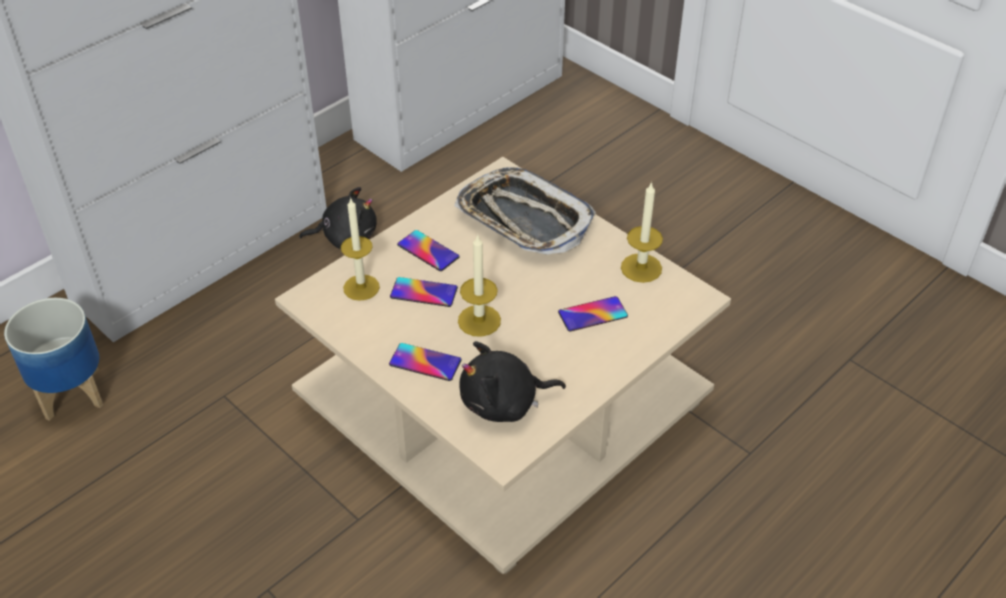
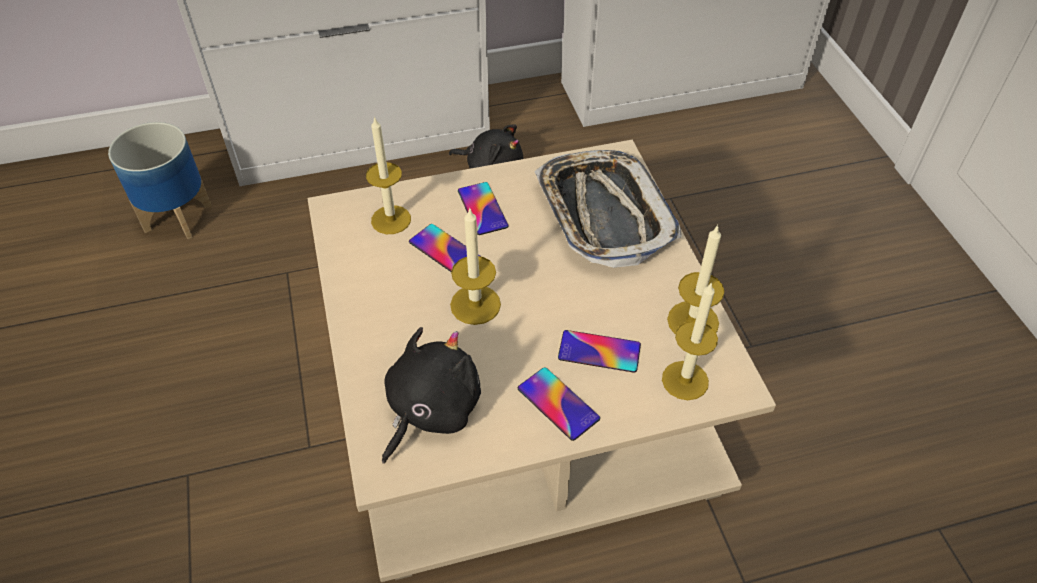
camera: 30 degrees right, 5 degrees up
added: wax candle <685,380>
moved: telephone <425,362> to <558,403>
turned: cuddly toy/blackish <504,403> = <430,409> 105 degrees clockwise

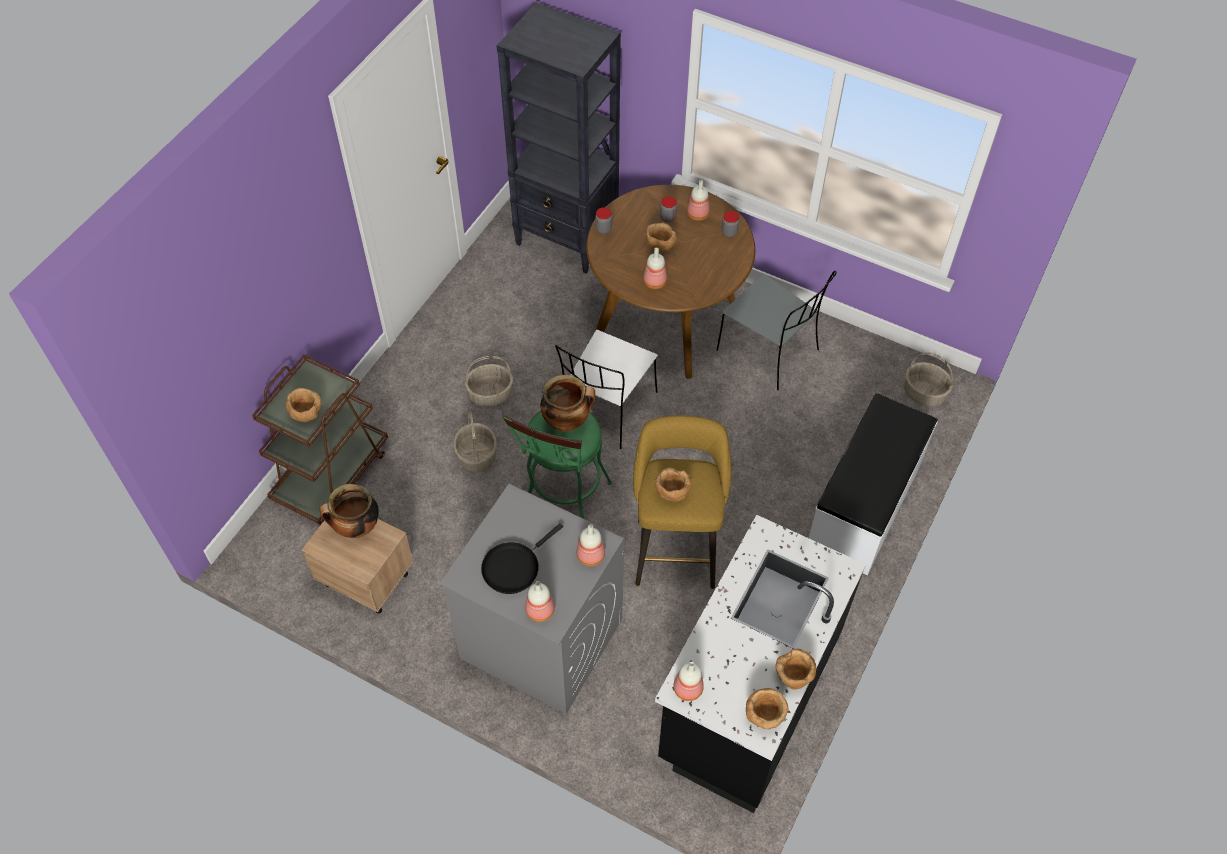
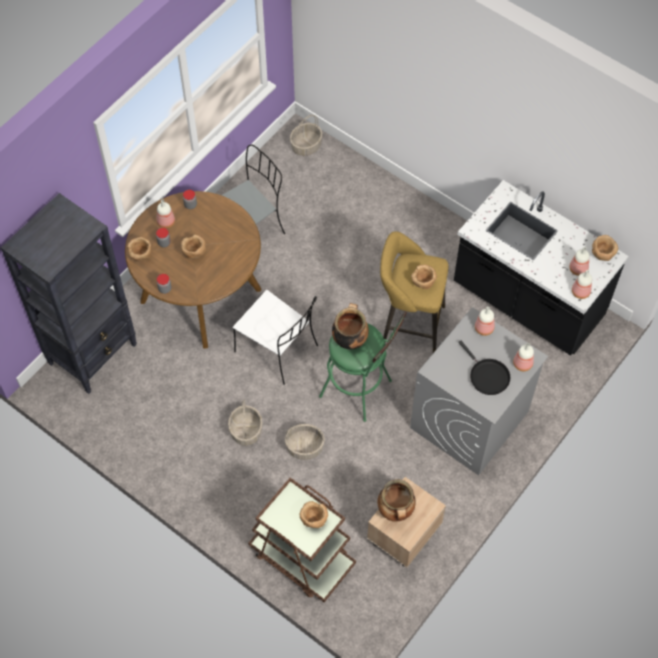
camera: 80 degrees left, 5 degrees up
removed: bench/whitish <866,504>
moved: bottle <655,282> to <578,269>; serving bowl/brown-coloured <793,677> to <141,256>

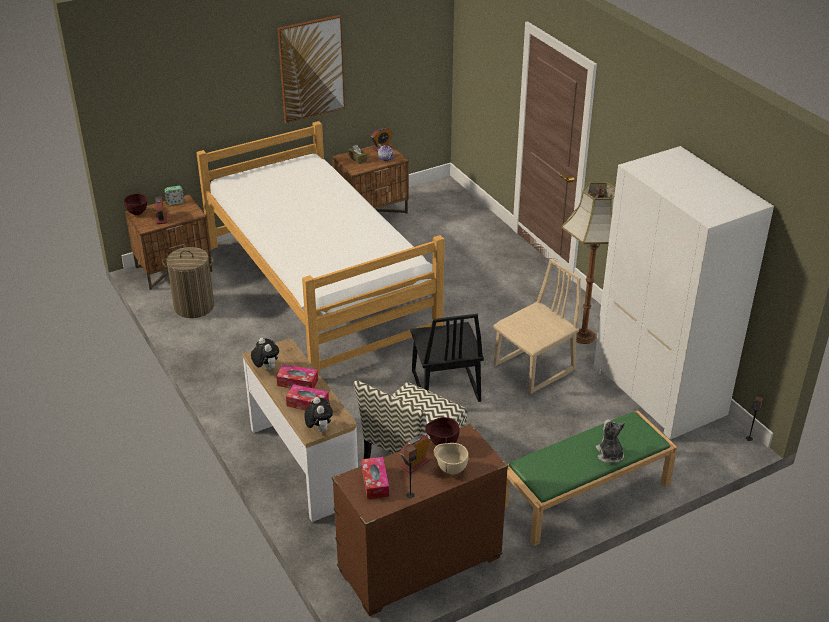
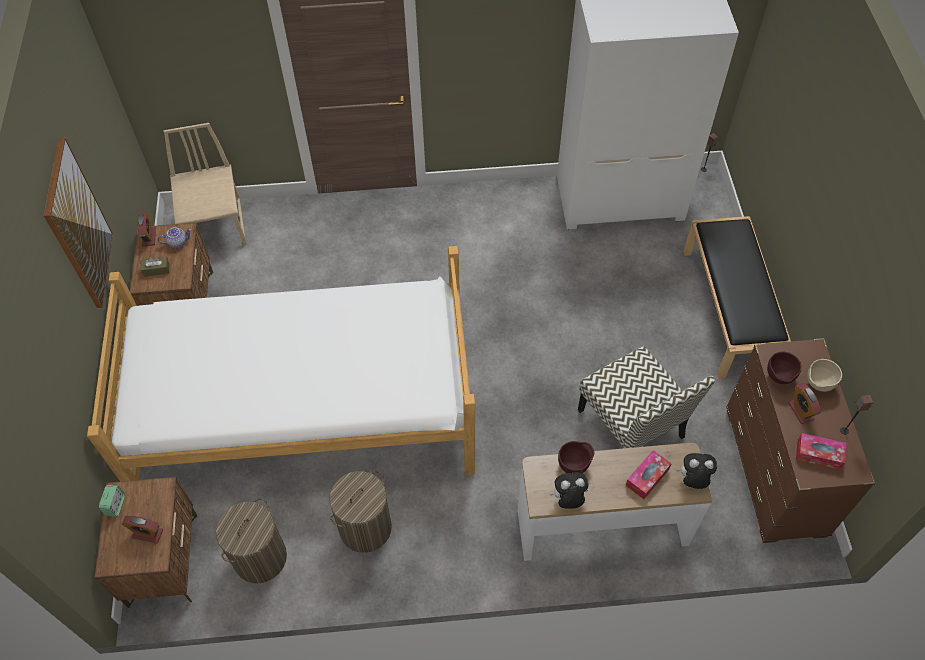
camera: 65 degrees left, 20 degrees up
removed: tissue holder <297,382>; upright chair/blackish <445,387>; floor lamp <584,337>; cuddly toy <609,455>
added: hamper <365,527>
moved: serving bowl/brown-coloured <138,213> to <574,465>; upright chair/beige <534,368> to <216,227>
recoloured: bench/greenish <584,495> to bench/blackish <729,310>

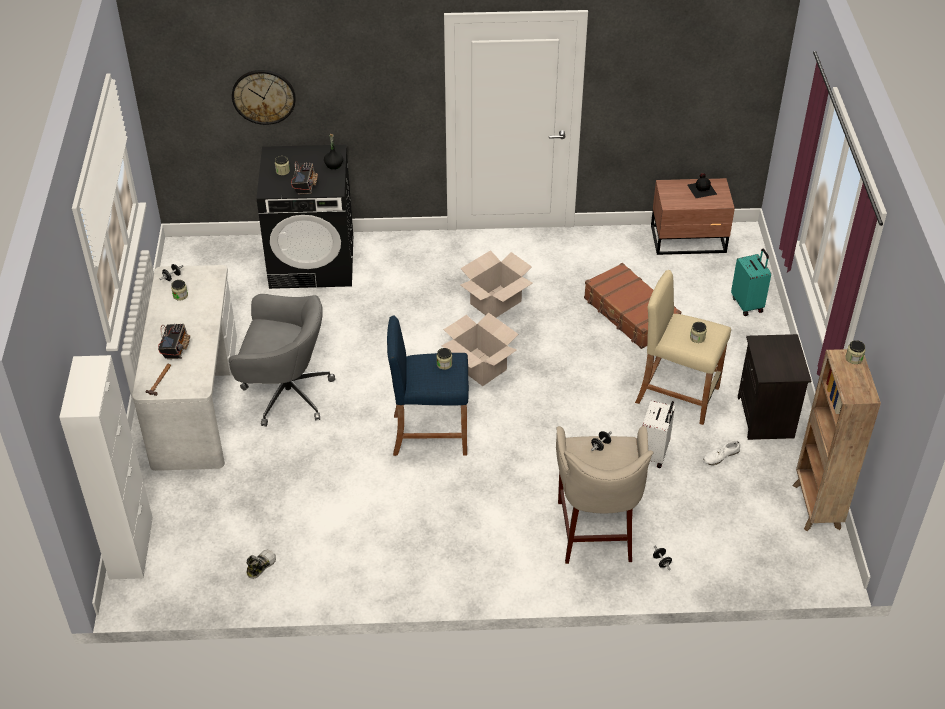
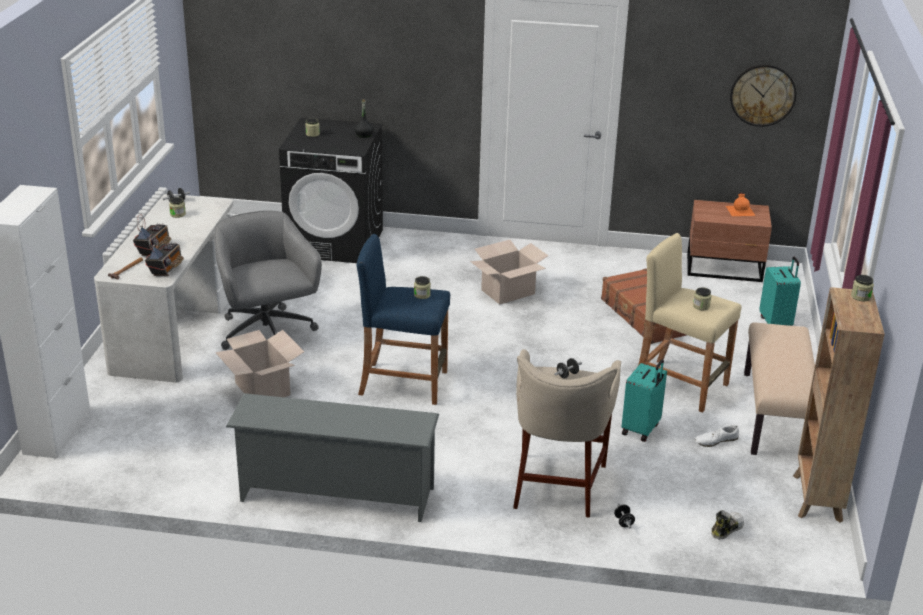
camera: 10 degrees right, 15 degrees down
added: shoe shelf/greyish <335,495>
moved: clock on the wall <263,96> to <762,95>; low shoe <260,566> to <726,529>; radio set <305,186> to <166,269>; carton <480,367> to <263,389>
replaced: bedside table/blackish <767,417> to bench/beige <776,415>
recoloured: suitcase/whitish <654,454> to suitcase/blue-green <641,429>; bottle/blackish <702,189> to bottle/orange-coloured <740,210>
turned: office chair/greyish <285,394> = <267,334> 135 degrees counterclockwise

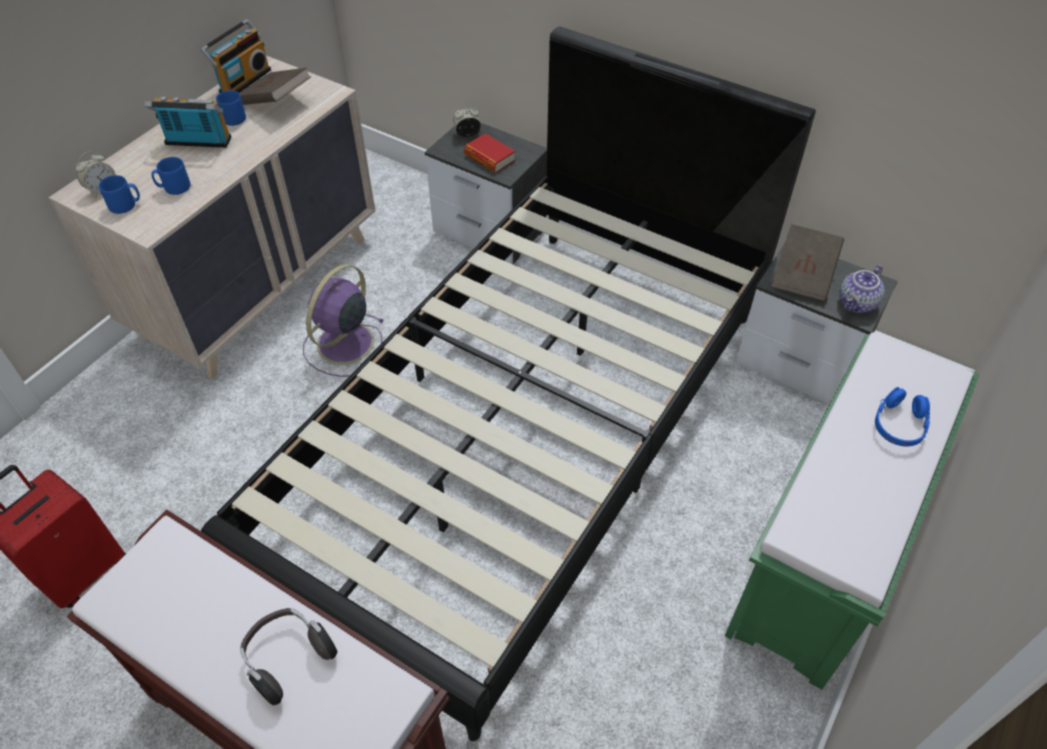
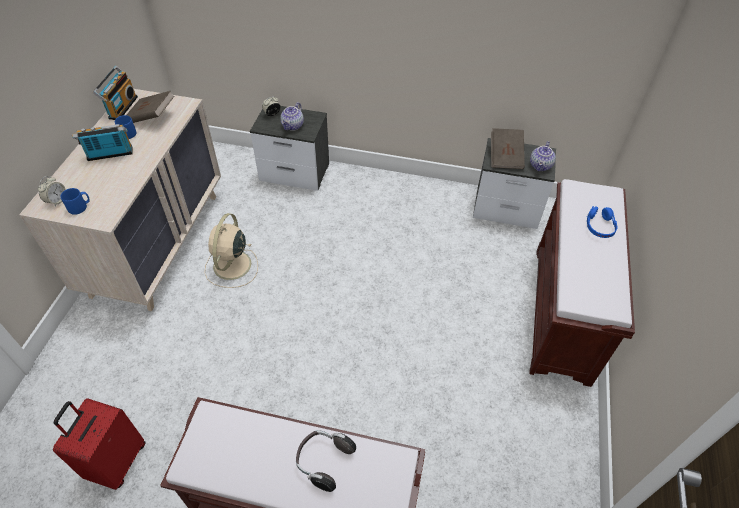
camera: 20 degrees left, 0 degrees up
removed: tea mug/blue <174,187>; sleeping bed/blackish <524,434>
replaced: volume <489,158> to pot for tea <293,126>
recoloured: fan/purple-coloured <343,345> to fan/beige <231,266>; bench/greenish <822,556> to bench/brown-coloured <562,314>

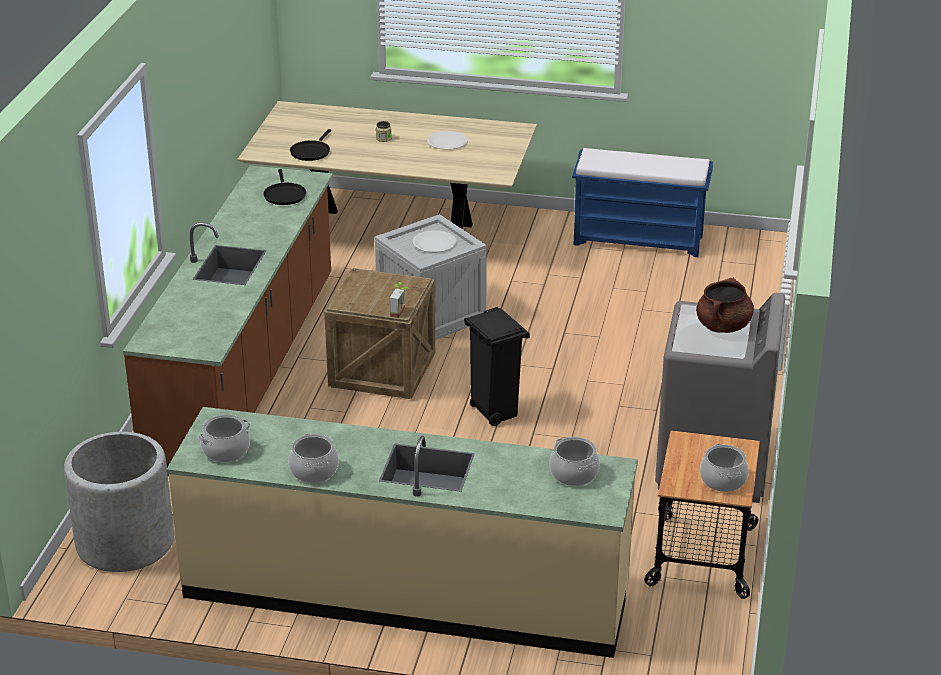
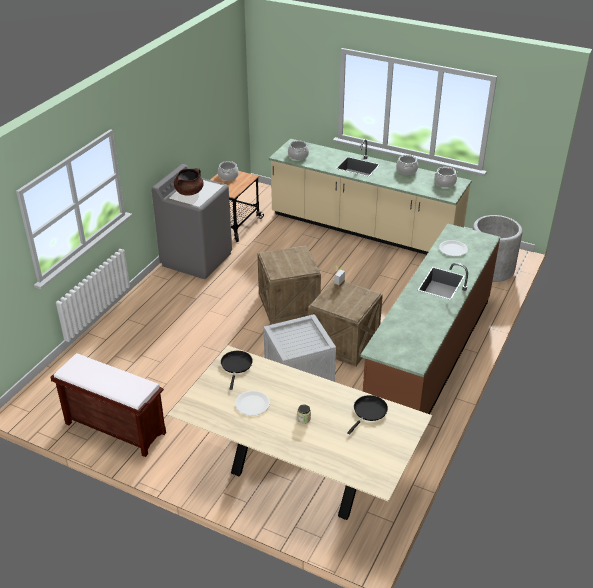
camera: 165 degrees left, 5 degrees up
moved: skillet/blackish <284,195> to <236,366>; plate/whitish <434,243> to <453,249>
replaced: rubbish bin/blackish <494,412> to packing crate <289,305>
recoloured: bench/blue <639,240> to bench/brown-coloured <114,428>

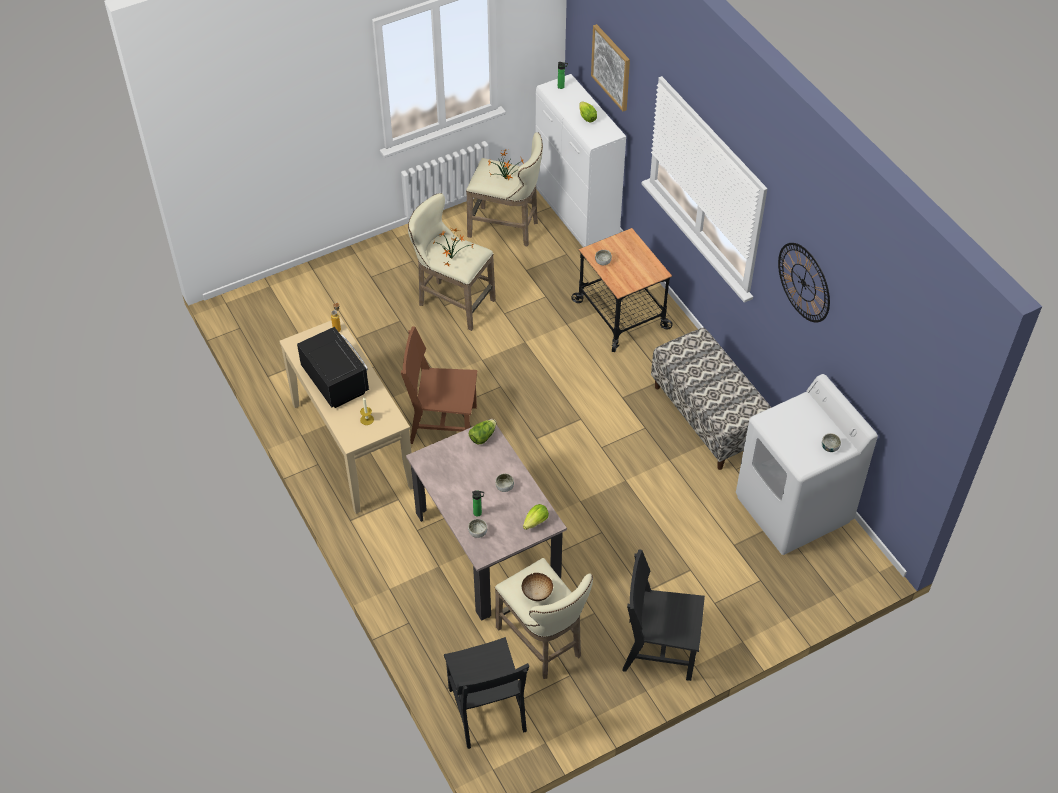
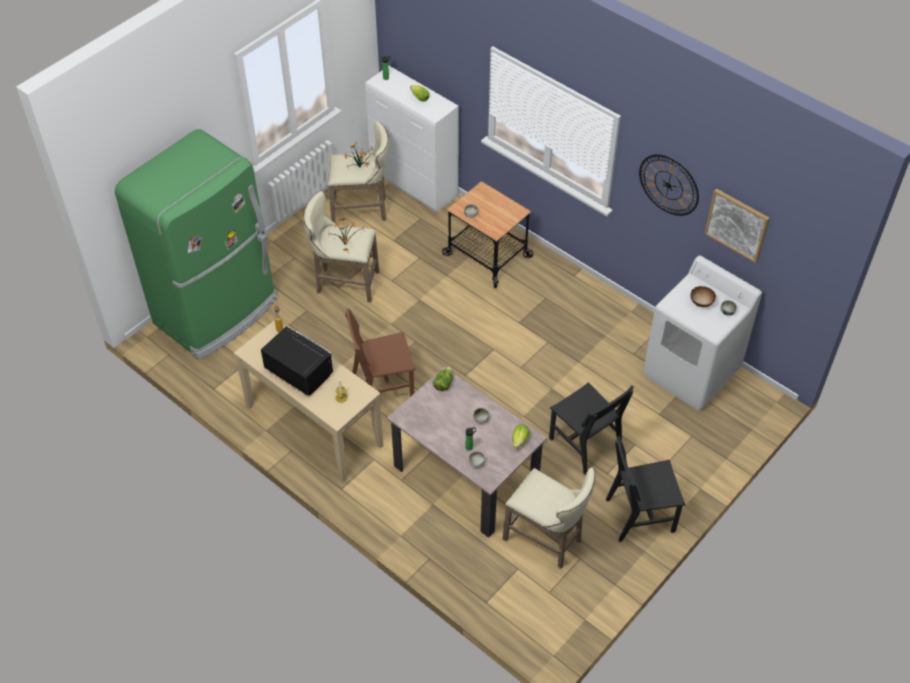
camera: 20 degrees left, 0 degrees up
removed: bench <708,417>
added: refrigerator/greenish <217,311>
moved: upright chair/blackish <486,709> to <585,444>; serving bowl <537,593> to <701,302>; picture <611,67> to <737,224>

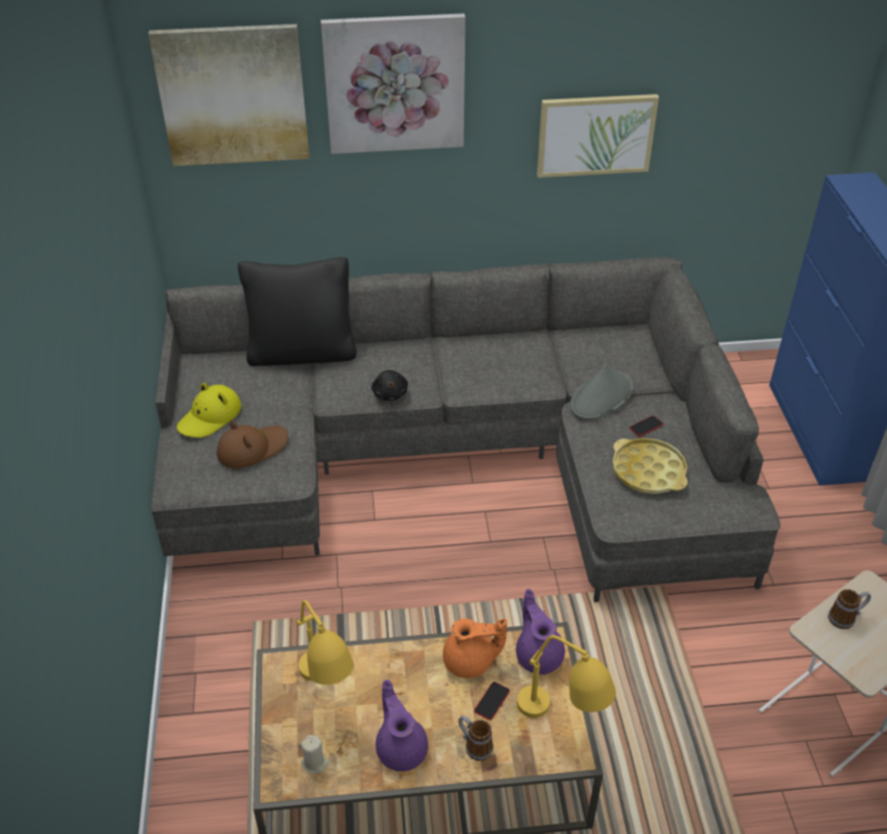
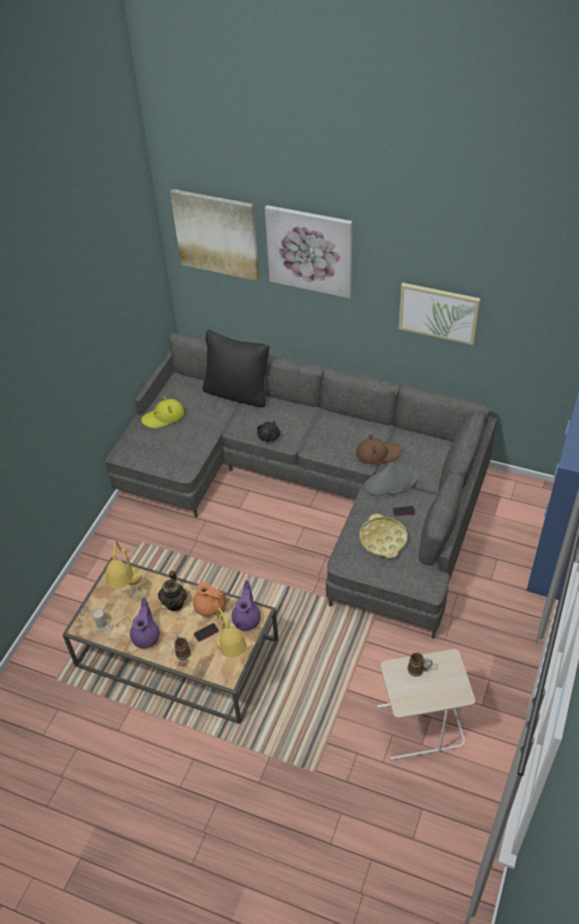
camera: 30 degrees right, 5 degrees up
added: pot for tea <174,603>
moved: clothing hat/brown-coloured <252,448> to <378,453>

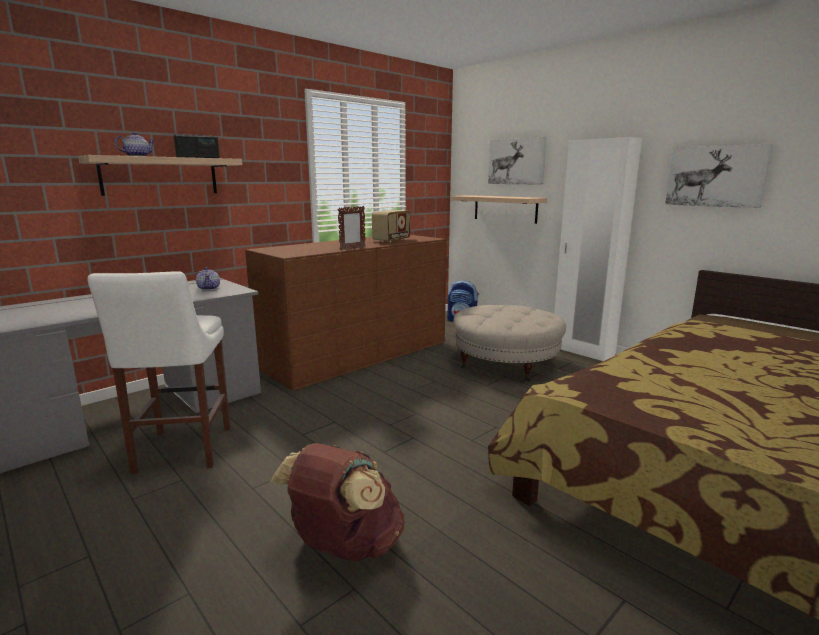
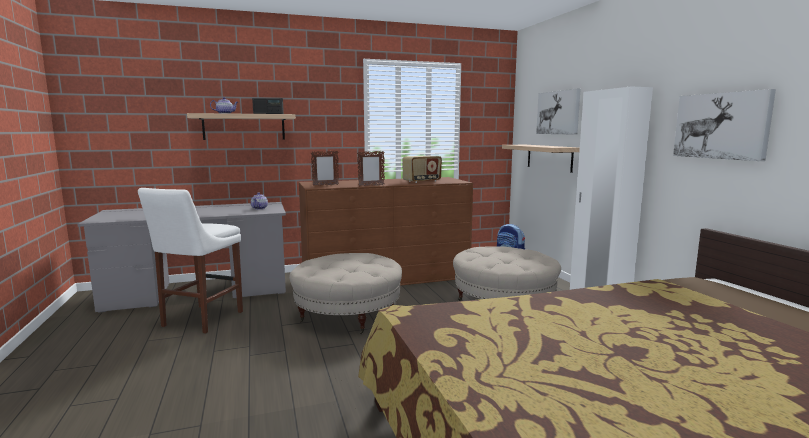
camera: 25 degrees right, 5 degrees down
removed: rucksack/brown-coloured <344,547>
added: ottoman/beige <348,314>; picture frame <325,185>

